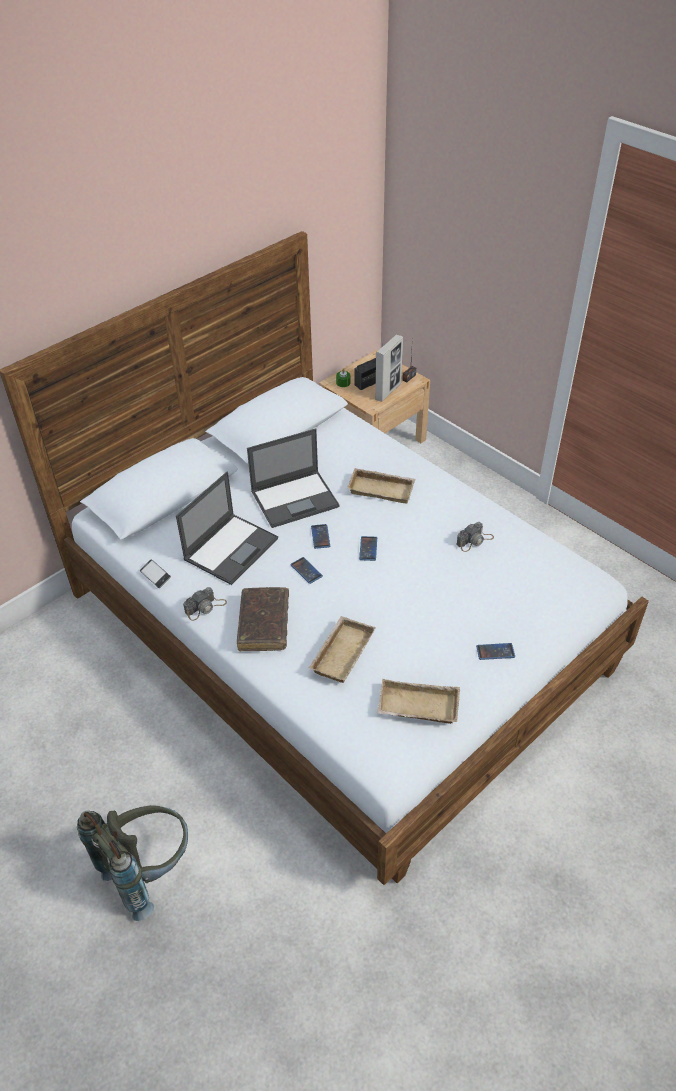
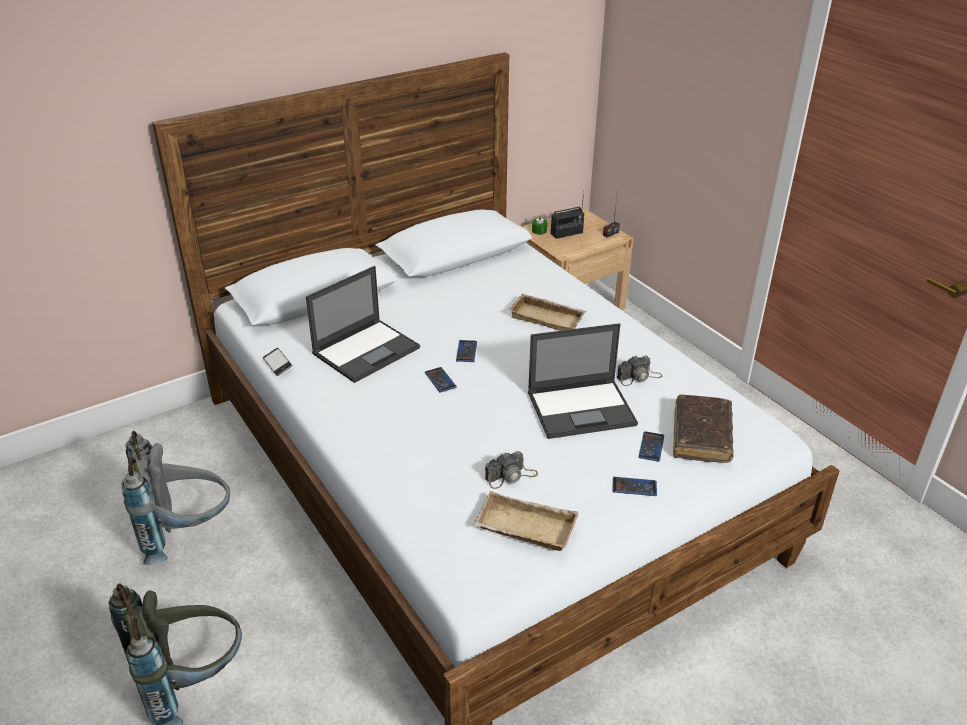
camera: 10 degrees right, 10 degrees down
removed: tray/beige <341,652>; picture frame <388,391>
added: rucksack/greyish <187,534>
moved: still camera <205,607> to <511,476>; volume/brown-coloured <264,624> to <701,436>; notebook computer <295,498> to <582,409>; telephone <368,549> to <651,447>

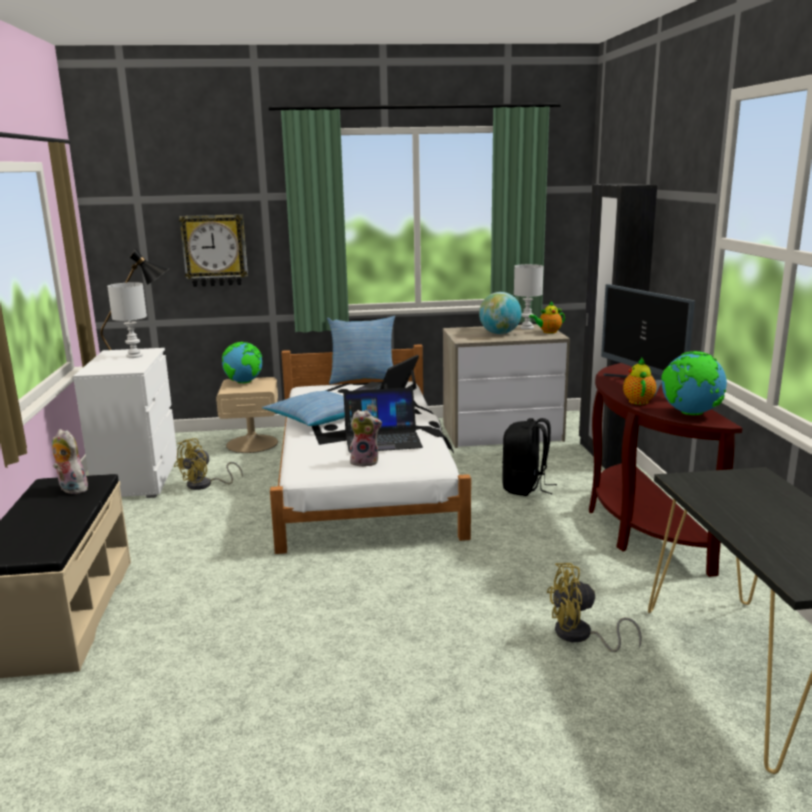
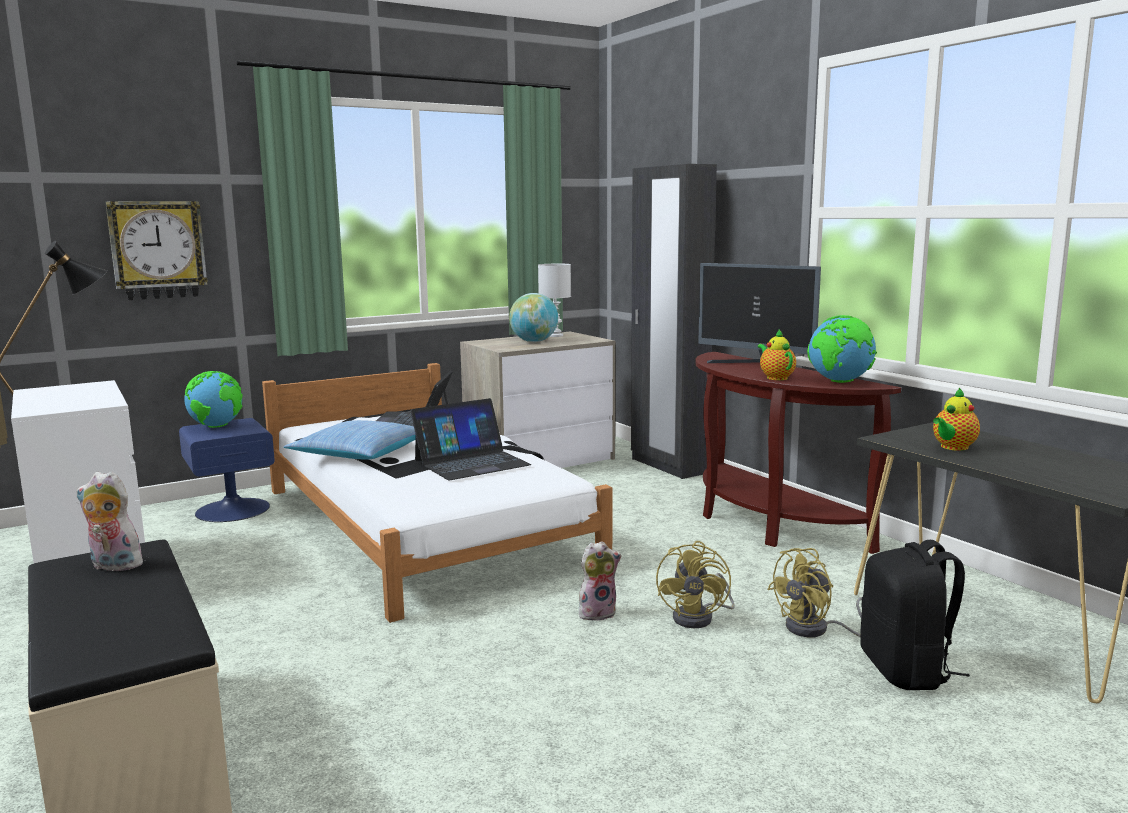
camera: 25 degrees left, 5 degrees down
removed: table lamp/whitish <135,356>; pillow <363,379>
moved: fan/yellow-coloured <205,485> to <700,617>; cuddly toy <365,462> to <597,612>; rucksack/blackish <525,488> to <906,671>; pot for tea <548,332> to <952,447>
recoloured: bedside table/beige <252,443> to bedside table/blue <232,509>

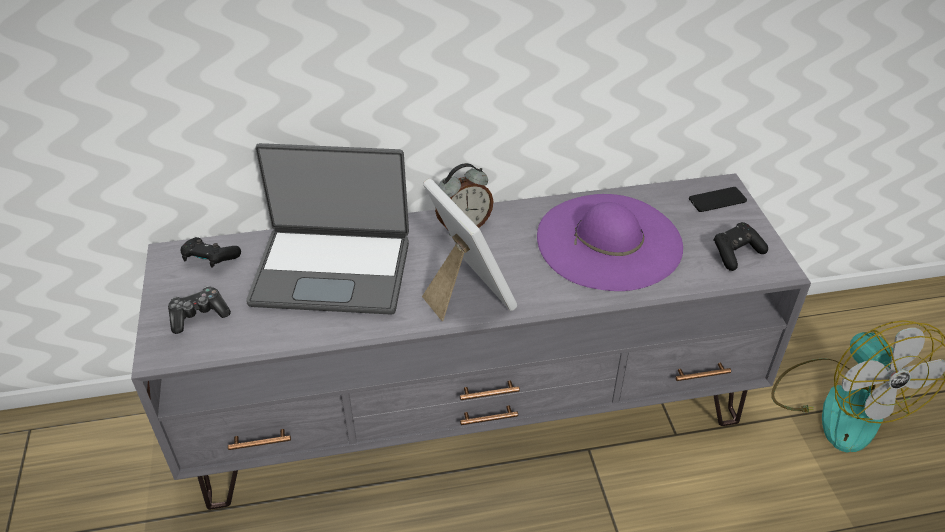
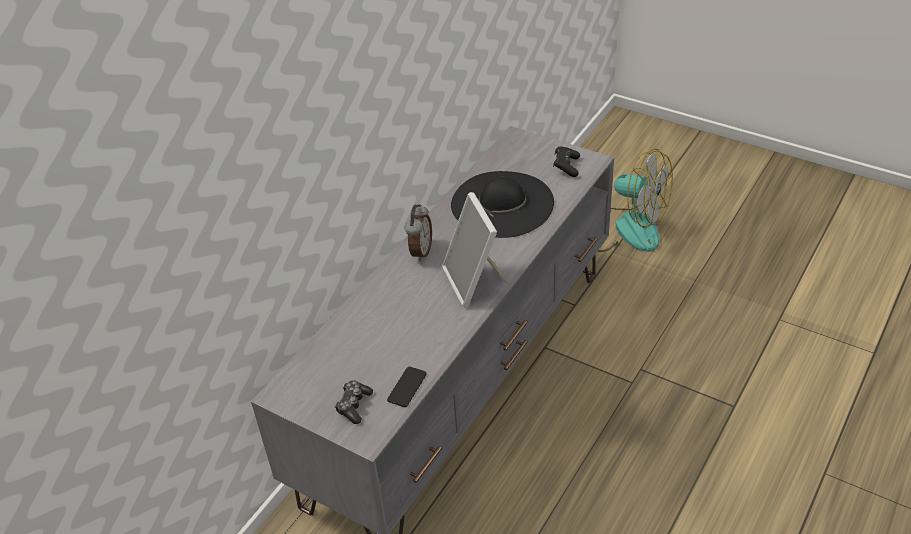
camera: 45 degrees left, 0 degrees up
removed: joypad/blackish <210,260>; notebook computer <333,270>
moved: telephone <717,200> to <407,387>
recoloured: clothing hat/purple-coloured <609,241> to clothing hat/blackish <502,204>
turned: picture frame <465,294> = <474,282> 120 degrees counterclockwise

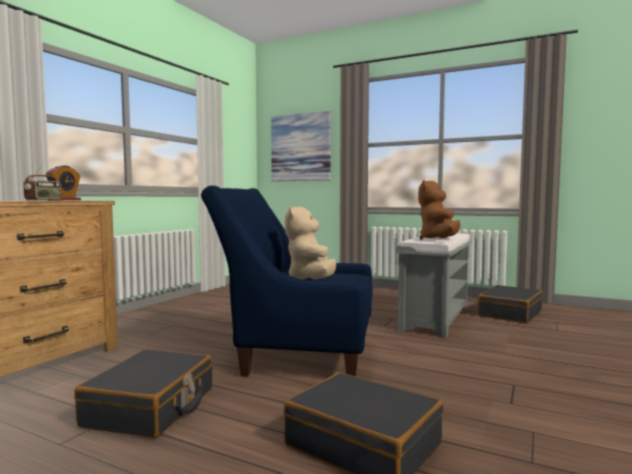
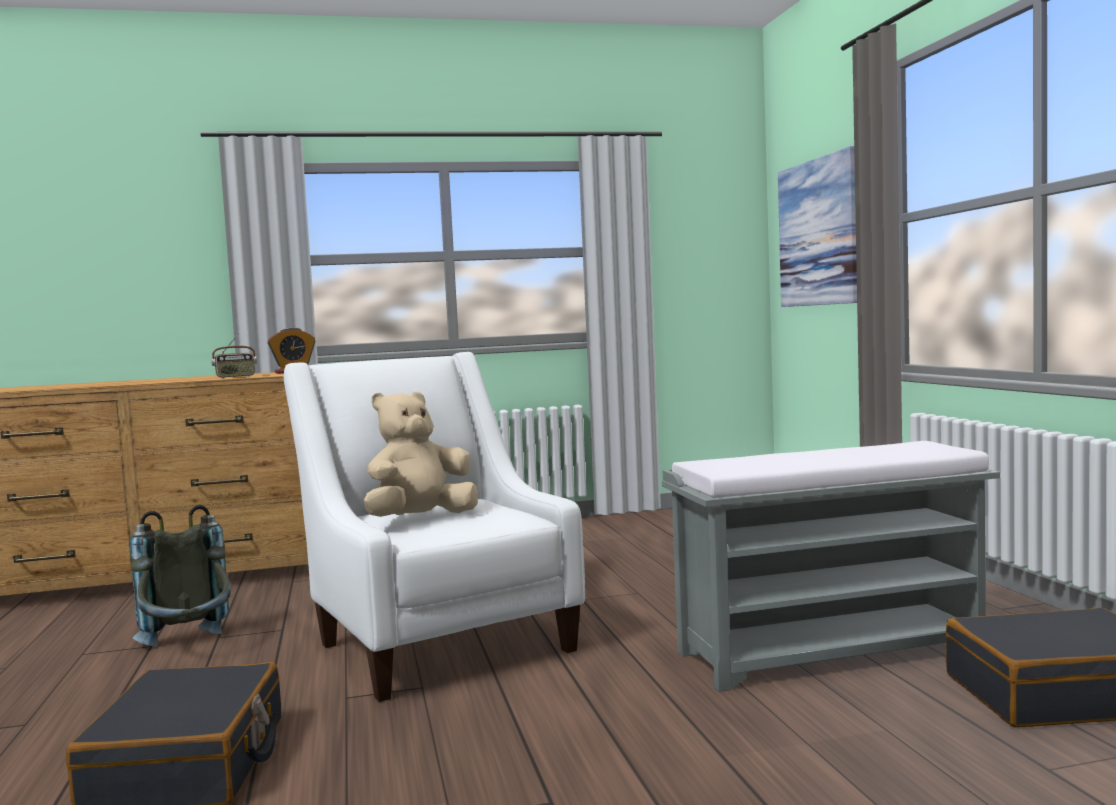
camera: 50 degrees right, 0 degrees up
removed: cuddly toy/brown-coloured <438,240>
replaced: suitcase/blackish <151,407> to rucksack/greyish <189,648>
recoloured: lounge chair/blue <296,355> to lounge chair/whitish <438,641>

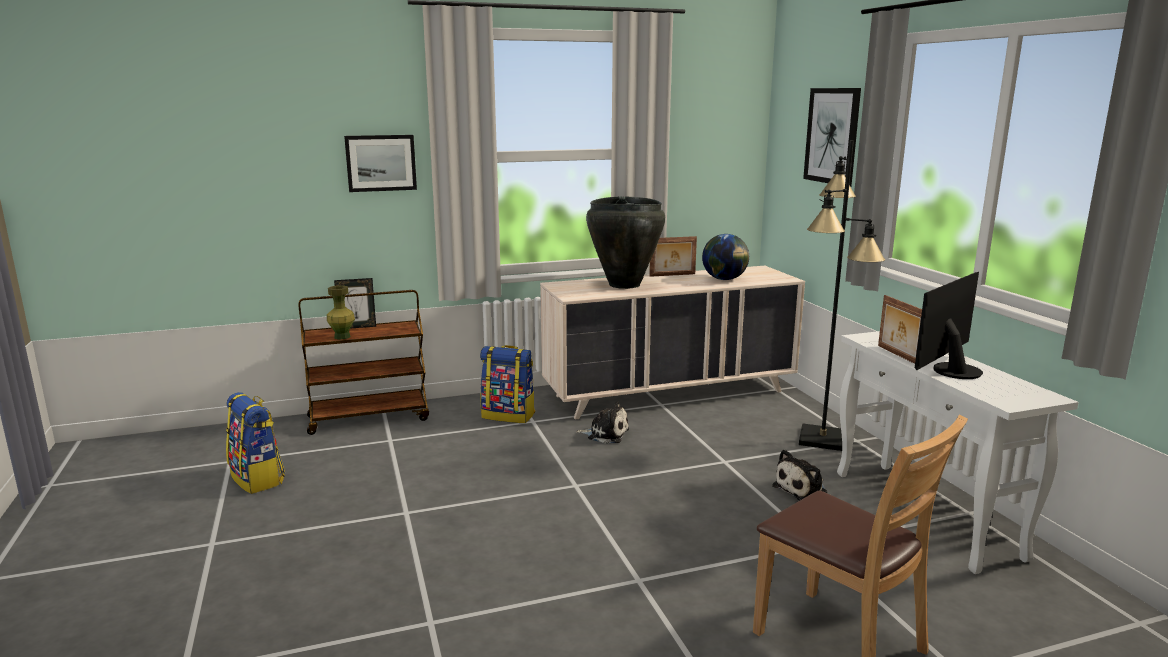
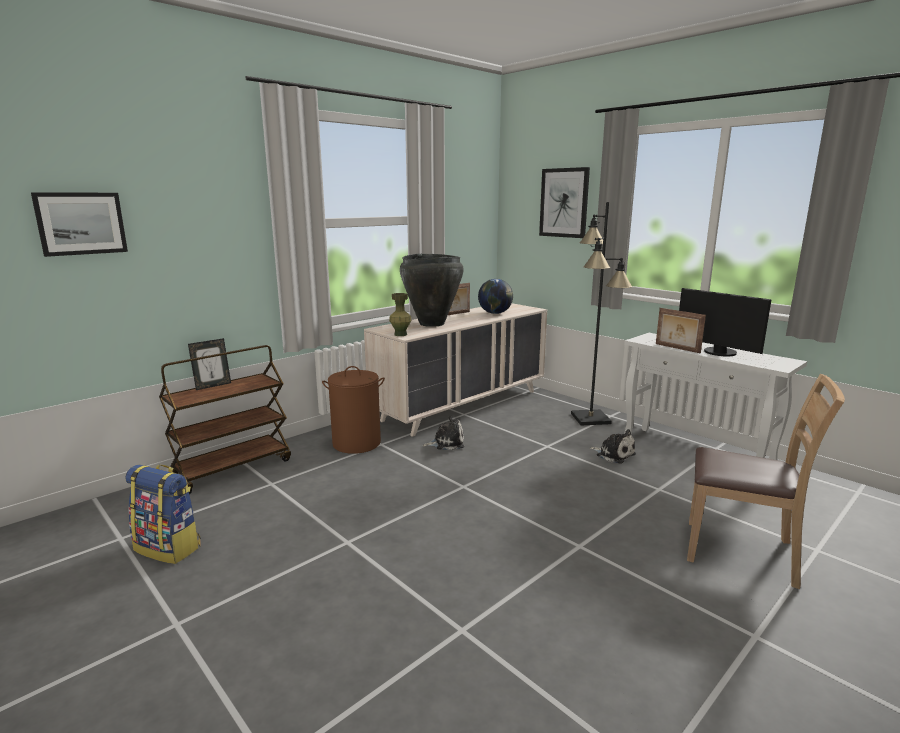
camera: 25 degrees left, 0 degrees up
moved: decorative vase/greenish <342,337> to <400,334>; picture <381,163> to <81,223>
replaced: rucksack <509,415> to hamper/brown-coloured <357,443>
turned: cuddly toy <802,489> = <613,454> 75 degrees counterclockwise; computer screen <951,370> = <718,353> 60 degrees counterclockwise

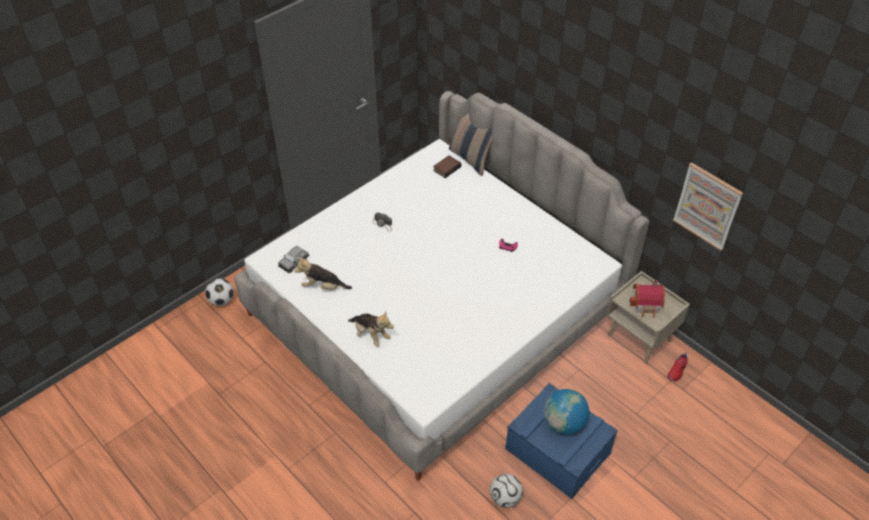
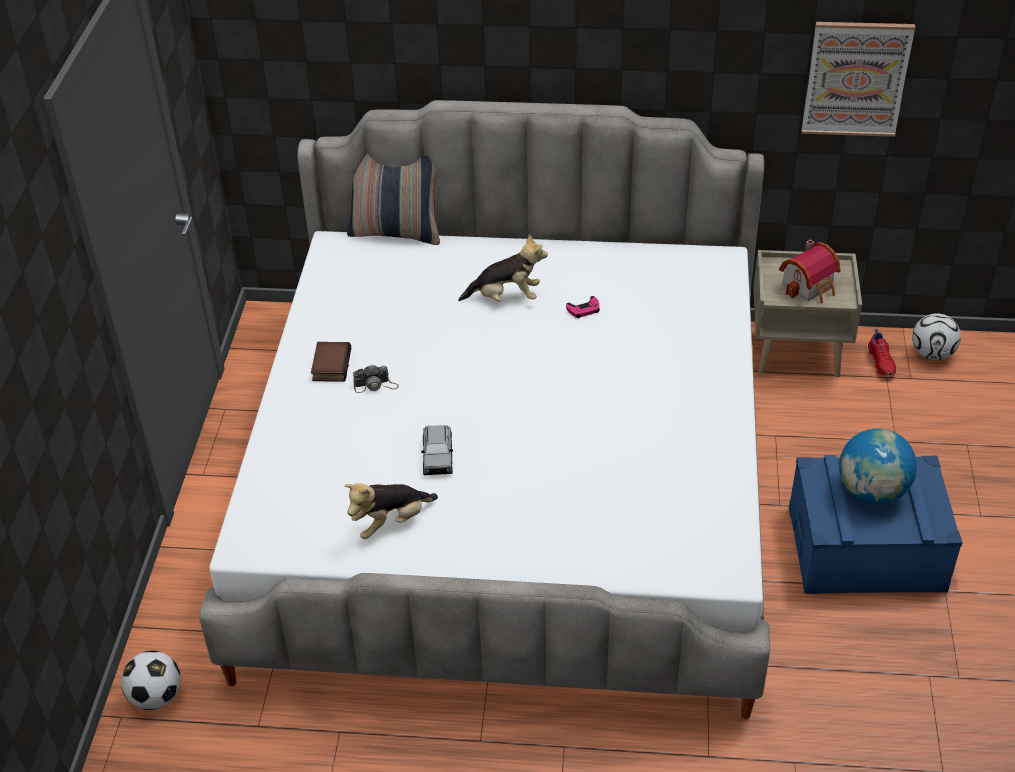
camera: 40 degrees left, 5 degrees down
moved: miniature car/greyish <294,262> to <438,457>; cuddly toy <371,335> to <506,297>; volume <446,168> to <330,365>; ball for football <505,498> to <932,354>

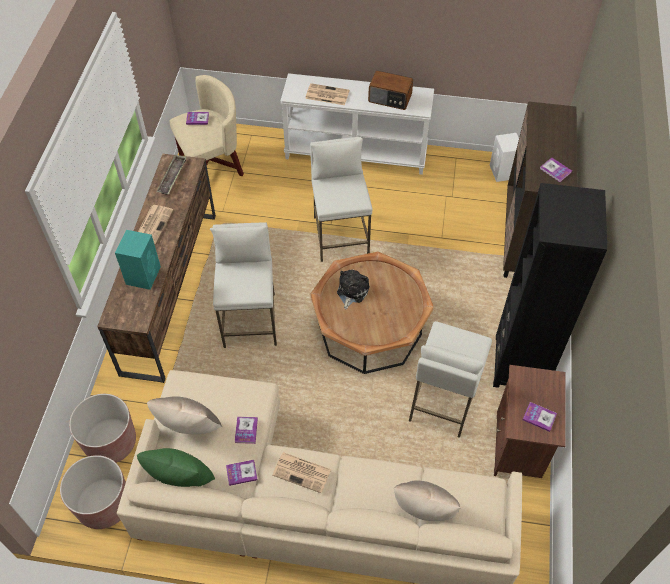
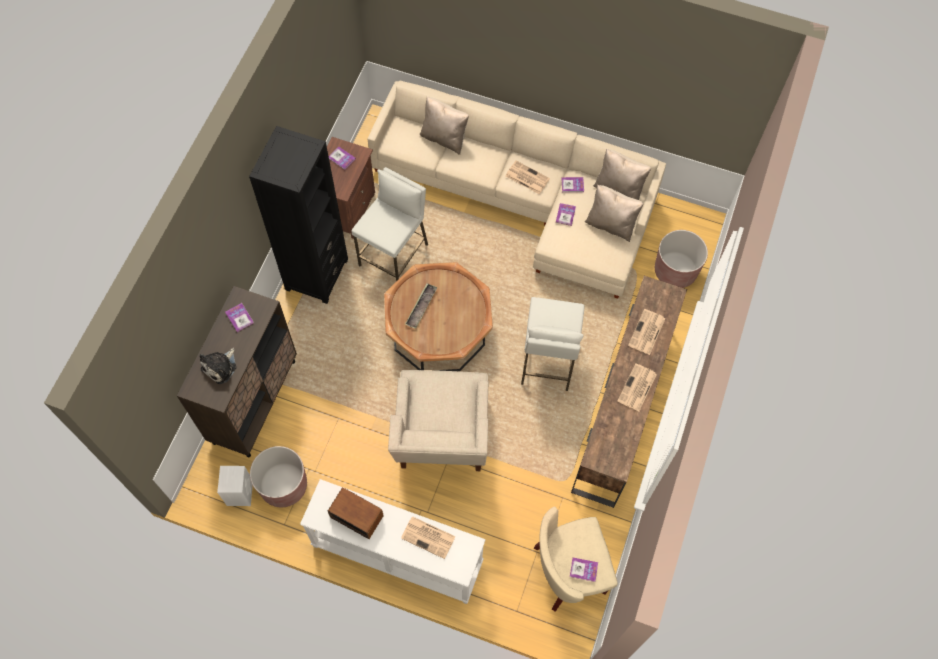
camera: 170 degrees left, 10 degrees up
moved: flower pot/brown-coloured <104,505> to <284,485>; tray <172,177> to <421,307>; cuddly toy <351,291> to <220,367>
replaced: loudspeaker/blue-green <143,274> to printed paper <646,332>; stool/whitish <340,236> to lounge chair/beige <442,440>
recoloured: pillow/greenish <181,480> to pillow/beige <618,189>

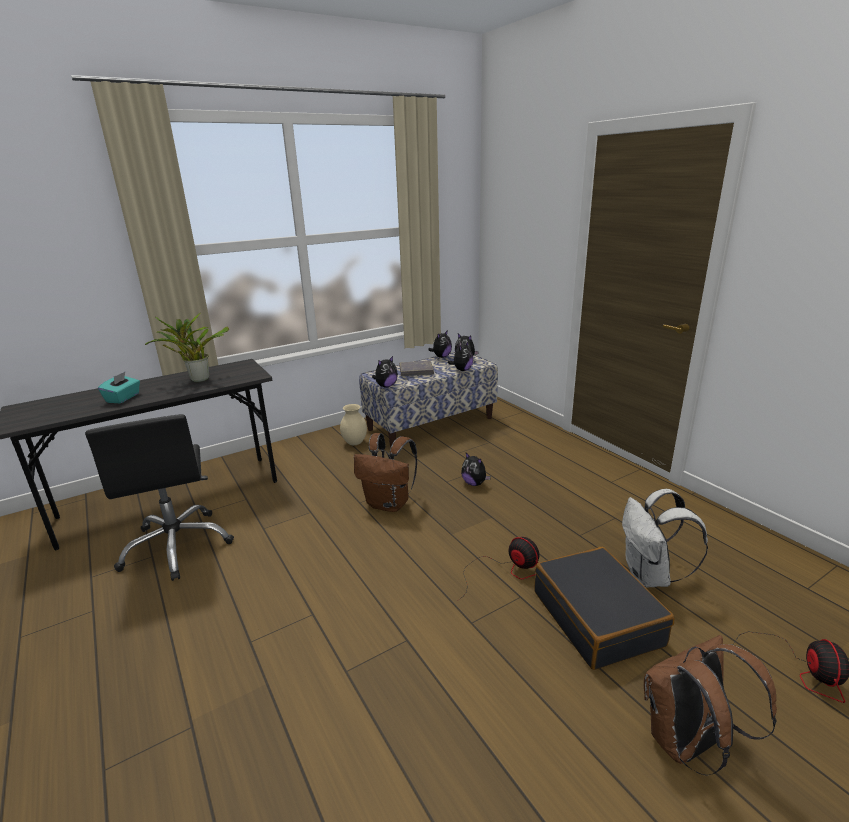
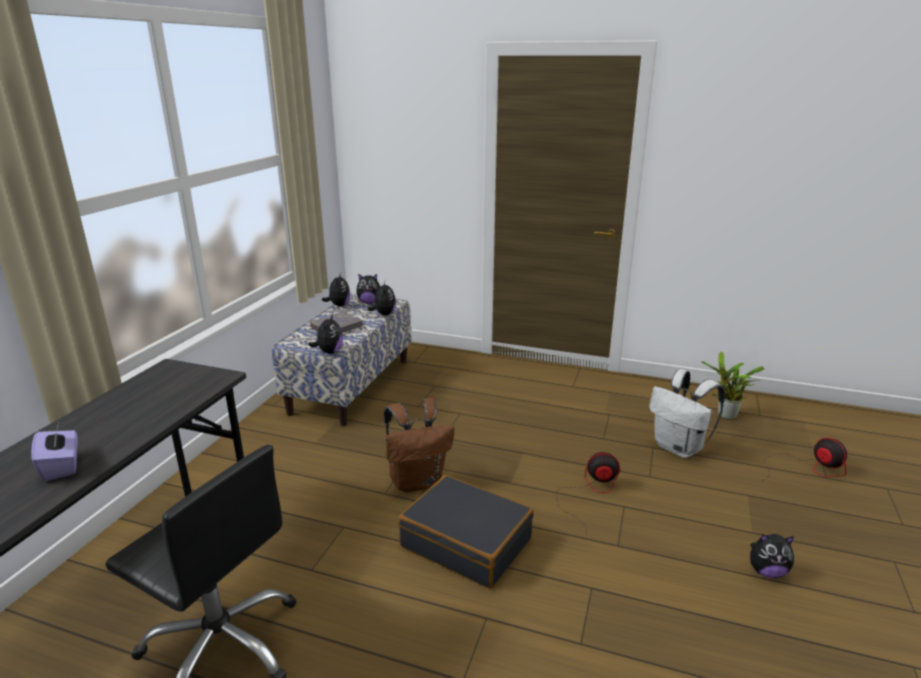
camera: 40 degrees left, 0 degrees up
removed: decorative vase/beige <355,443>; rucksack/brown-coloured <687,744>
moved: houseplant <197,379> to <724,416>; cuddly toy <474,483> to <766,571>; suitcase/blackish <597,618> to <466,542>
recoloured: tissue holder/blue-green <123,398> to tissue holder/purple-coloured <61,466>

